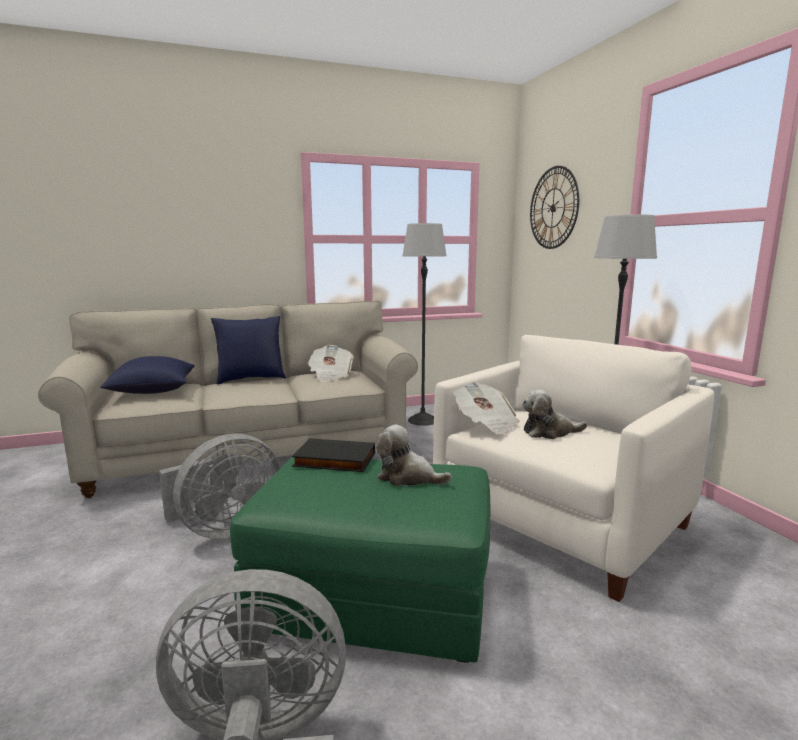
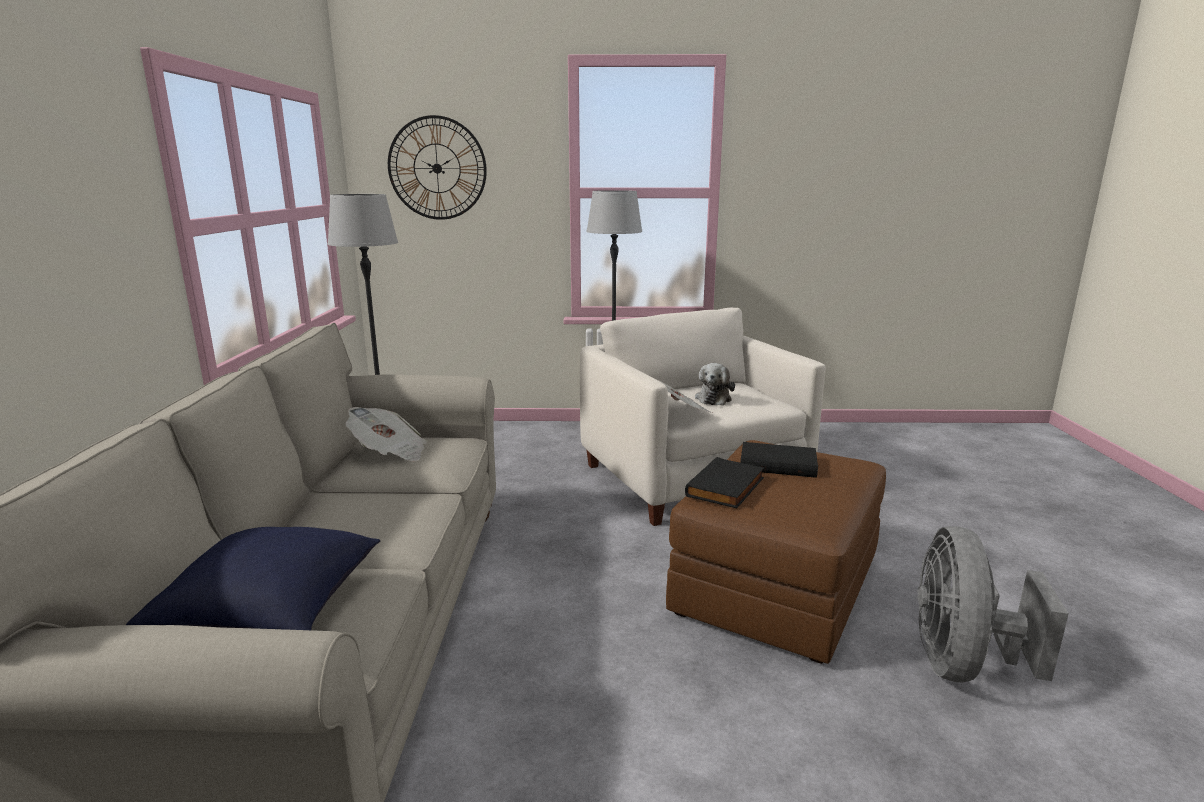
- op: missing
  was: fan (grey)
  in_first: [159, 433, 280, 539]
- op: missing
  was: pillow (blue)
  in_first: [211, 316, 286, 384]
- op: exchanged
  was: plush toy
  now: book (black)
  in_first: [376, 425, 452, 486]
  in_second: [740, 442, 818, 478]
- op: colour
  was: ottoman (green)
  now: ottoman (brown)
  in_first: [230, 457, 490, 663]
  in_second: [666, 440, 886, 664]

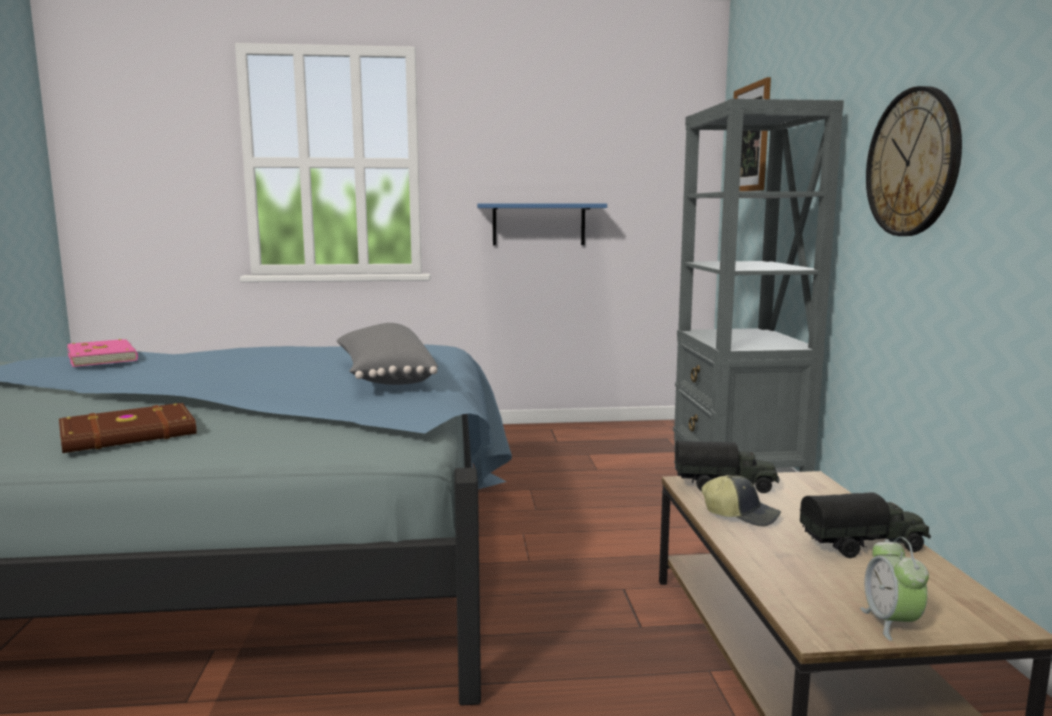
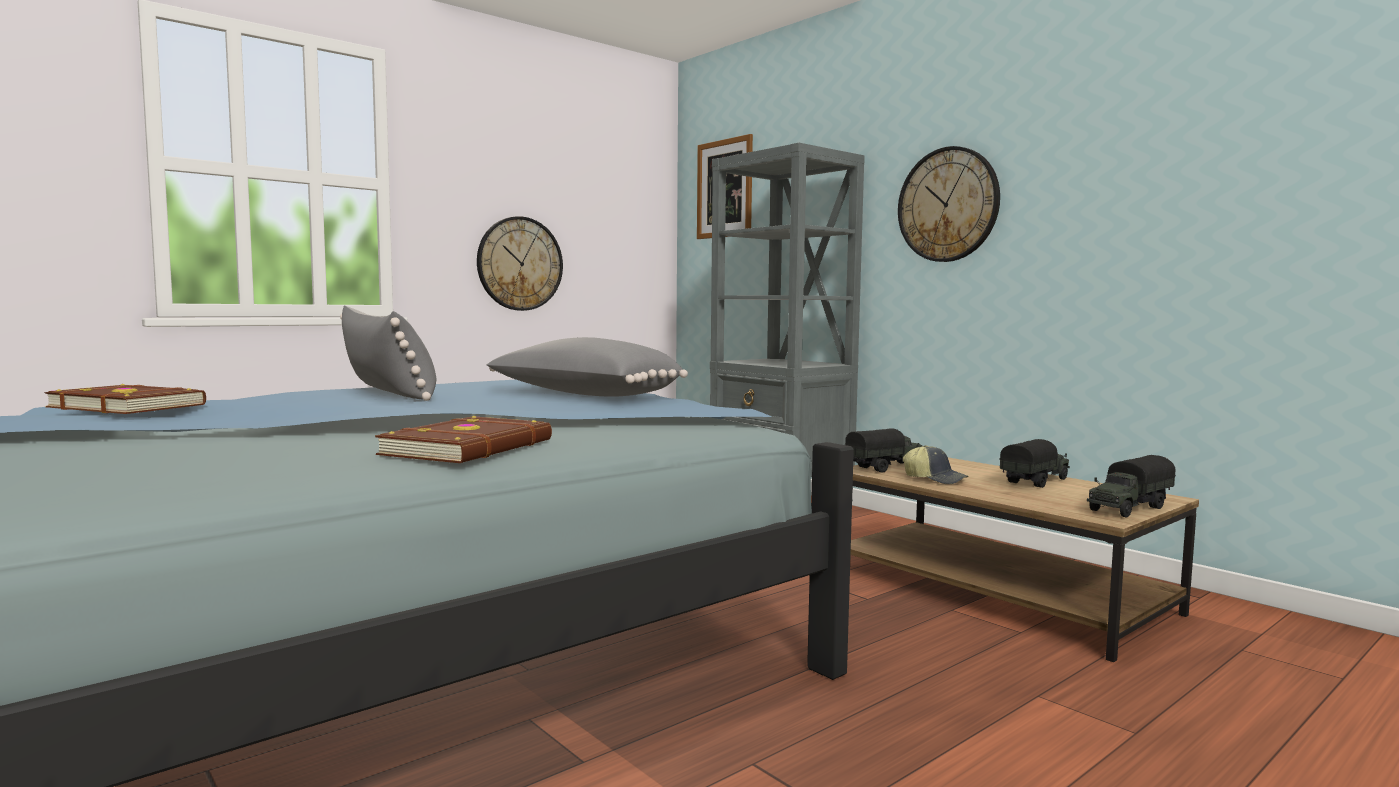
- op: appeared
  now: pillow (grey)
  in_second: [340, 305, 436, 401]
- op: exchanged
  was: shelf (blue)
  now: wall clock
  in_first: [477, 203, 607, 245]
  in_second: [477, 216, 563, 311]
- op: exchanged
  was: alarm clock
  now: toy truck
  in_first: [860, 537, 929, 641]
  in_second: [1087, 455, 1176, 518]
- op: colour
  was: book (pink)
  now: book (brown)
  in_first: [67, 339, 138, 367]
  in_second: [44, 384, 206, 414]
- op: spun
  was: cap
  in_first: [702, 475, 781, 526]
  in_second: [903, 445, 969, 484]
  clockwise: 45

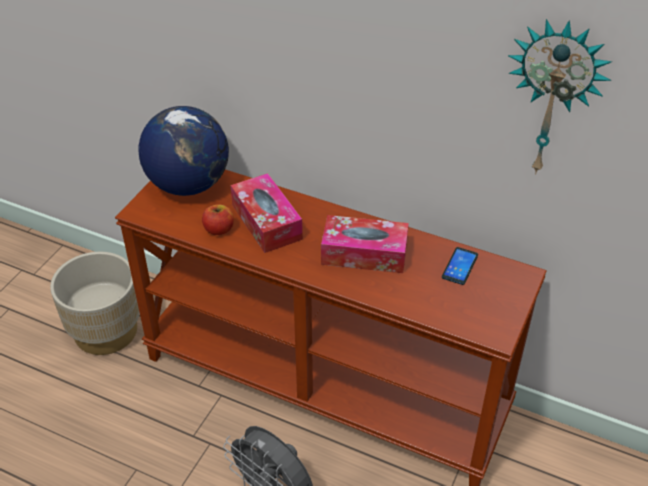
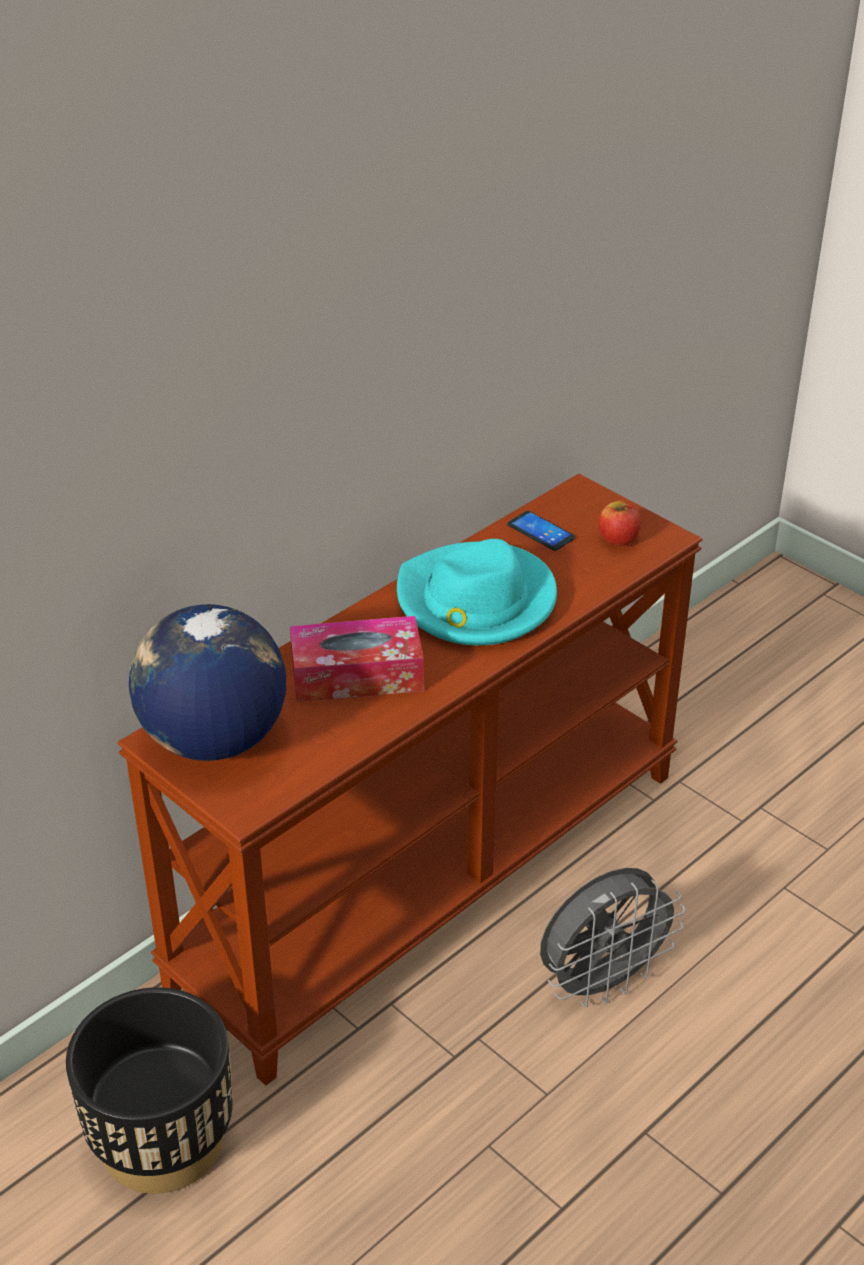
- op: missing
  was: wall clock
  in_first: [508, 19, 612, 174]
- op: relocated
  was: apple
  in_first: [202, 204, 234, 235]
  in_second: [599, 500, 641, 546]
- op: exchanged
  was: tissue box
  now: hat (turquoise)
  in_first: [321, 215, 409, 273]
  in_second: [397, 539, 557, 645]
- op: colour
  was: planter (beige)
  now: planter (black)
  in_first: [50, 252, 140, 355]
  in_second: [66, 987, 233, 1194]

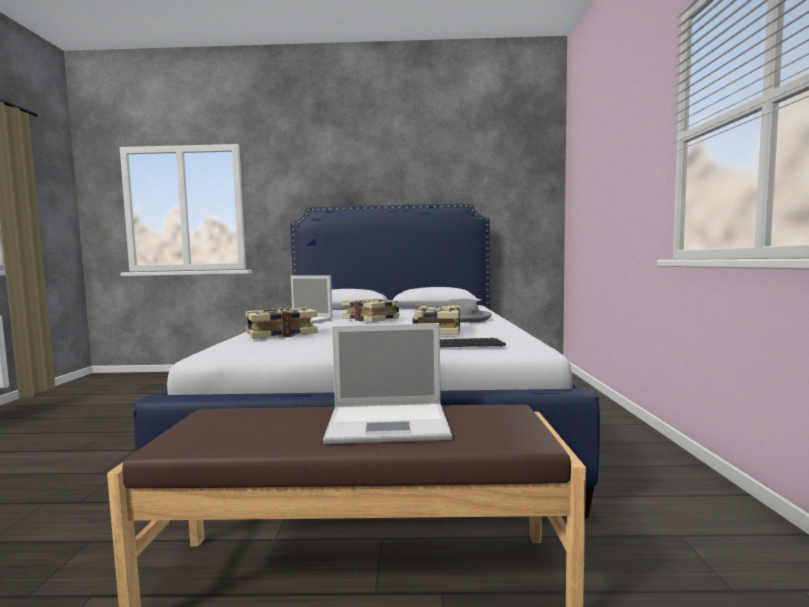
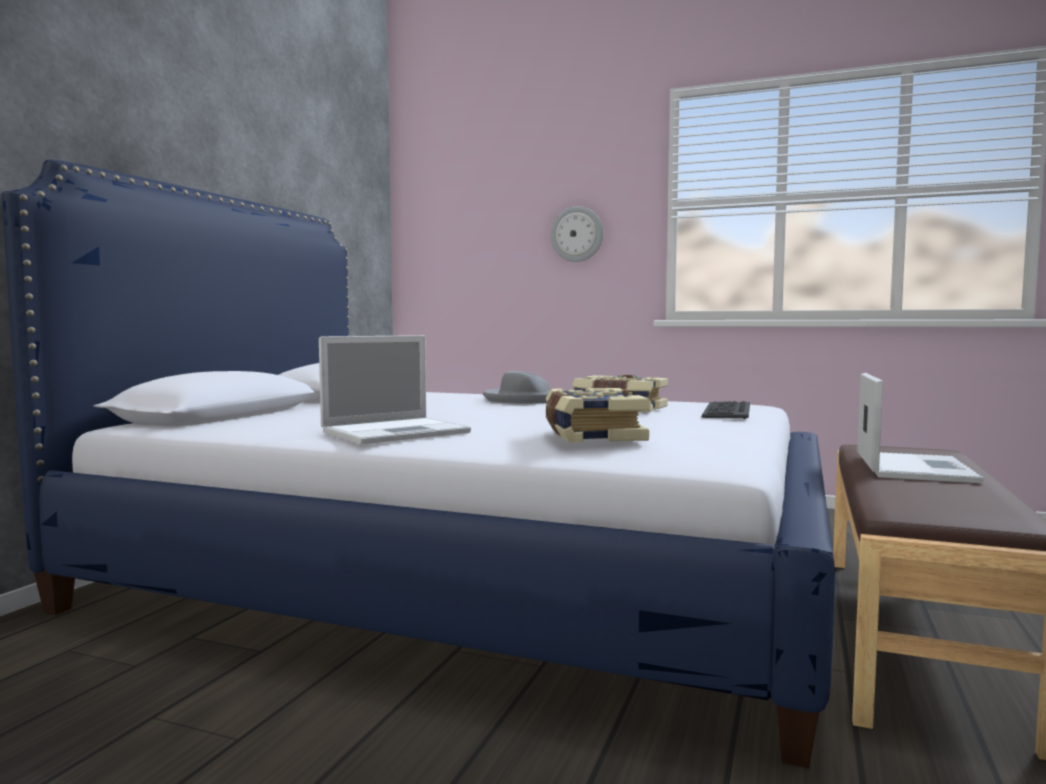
- op: missing
  was: book
  in_first: [342, 298, 400, 322]
- op: appeared
  now: wall clock
  in_second: [551, 206, 603, 262]

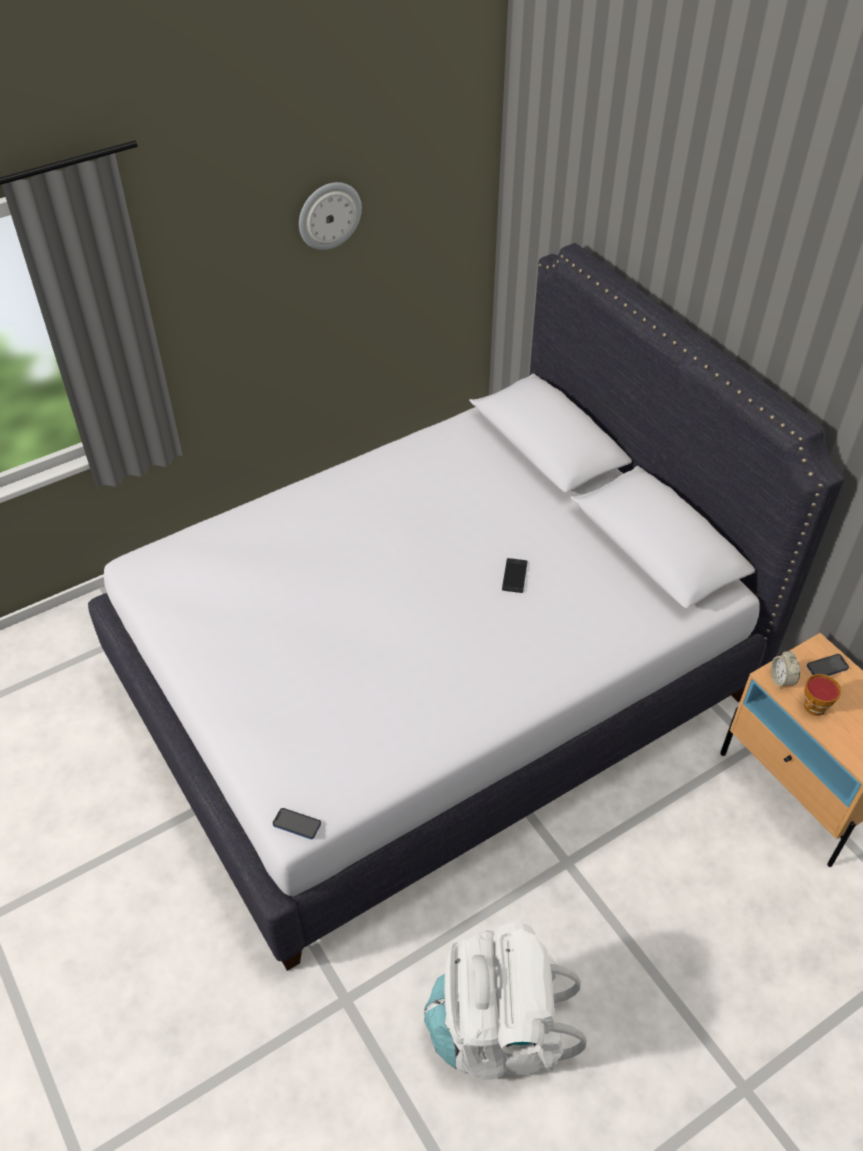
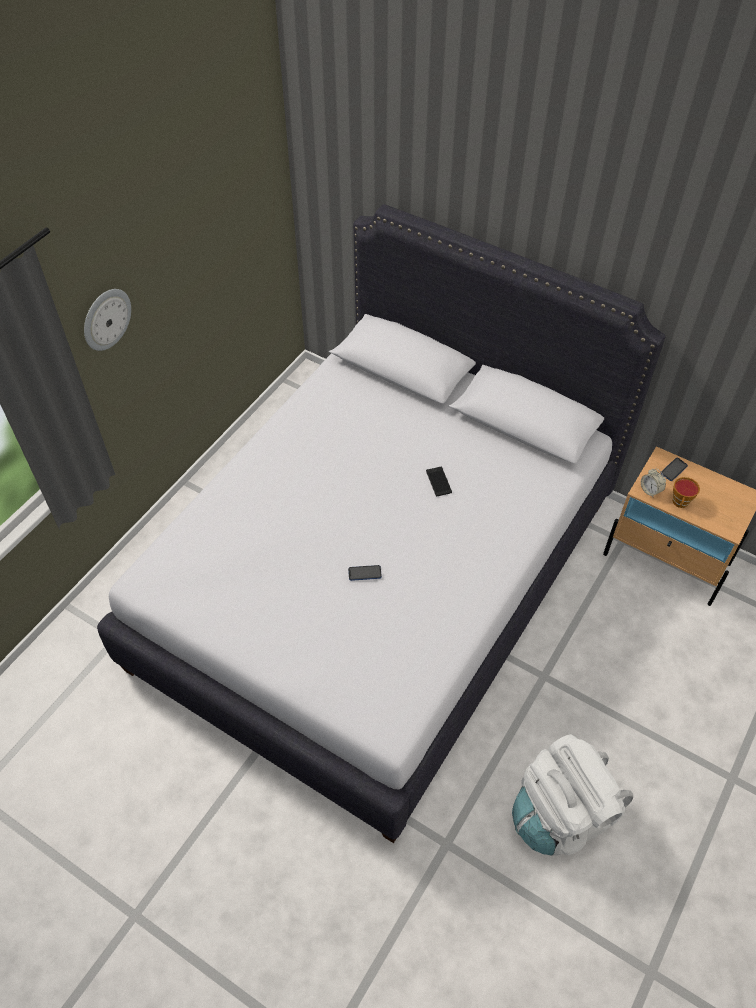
- op: relocated
  was: phone
  in_first: [273, 808, 321, 839]
  in_second: [348, 565, 382, 581]
- op: relocated
  was: wall clock
  in_first: [299, 182, 362, 250]
  in_second: [84, 289, 131, 351]

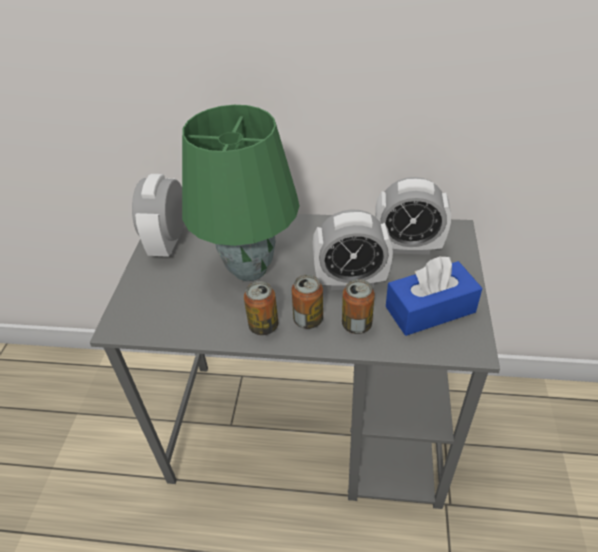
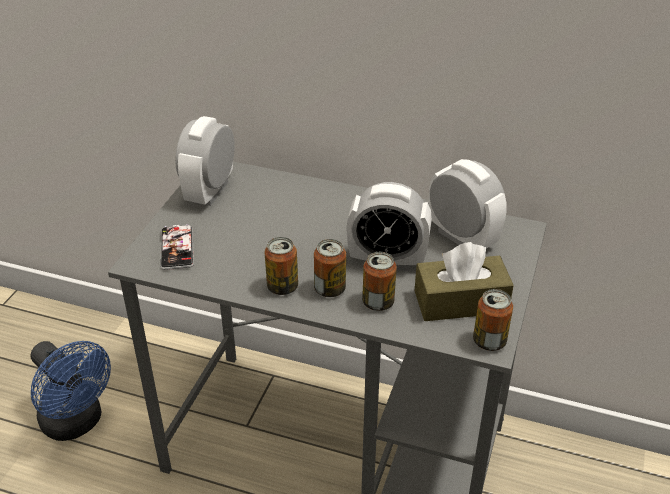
- op: missing
  was: table lamp (green)
  in_first: [182, 105, 299, 281]
- op: appeared
  now: fan (blue)
  in_second: [31, 341, 111, 441]
- op: appeared
  now: phone
  in_second: [160, 224, 194, 270]
- op: appeared
  now: can
  in_second: [473, 289, 513, 351]
- op: colour
  was: tissue box (blue)
  now: tissue box (brown)
  in_first: [386, 256, 483, 336]
  in_second: [415, 242, 514, 321]
- op: spun
  was: alarm clock
  in_first: [375, 177, 451, 255]
  in_second: [429, 159, 507, 249]
  clockwise: -150

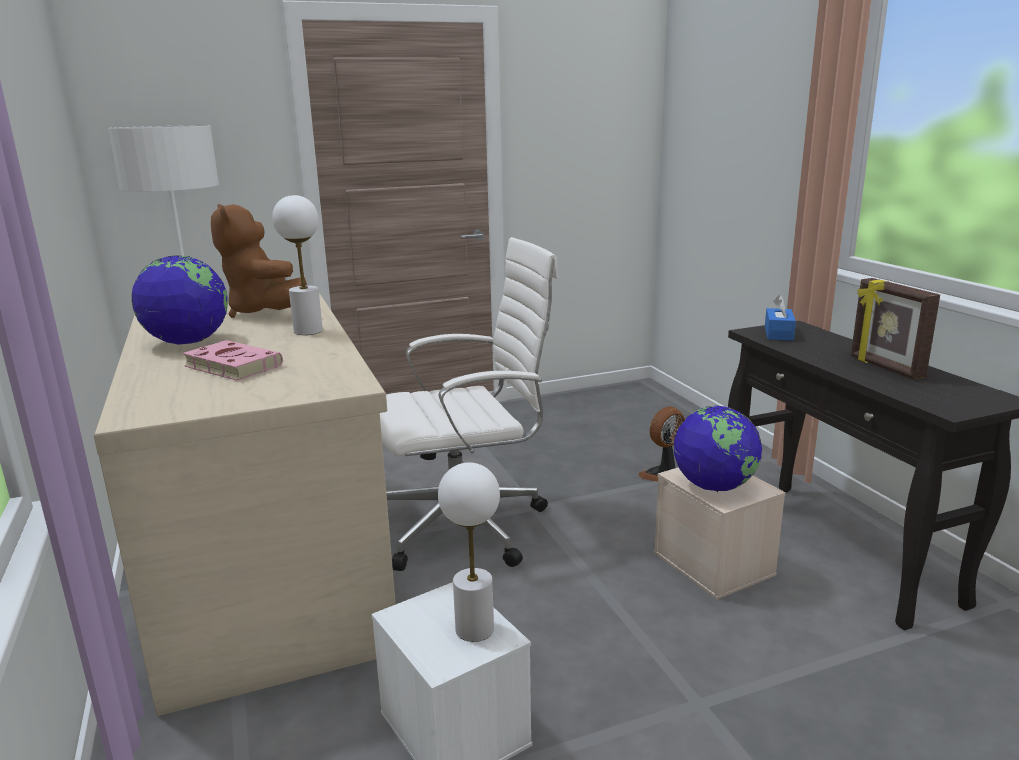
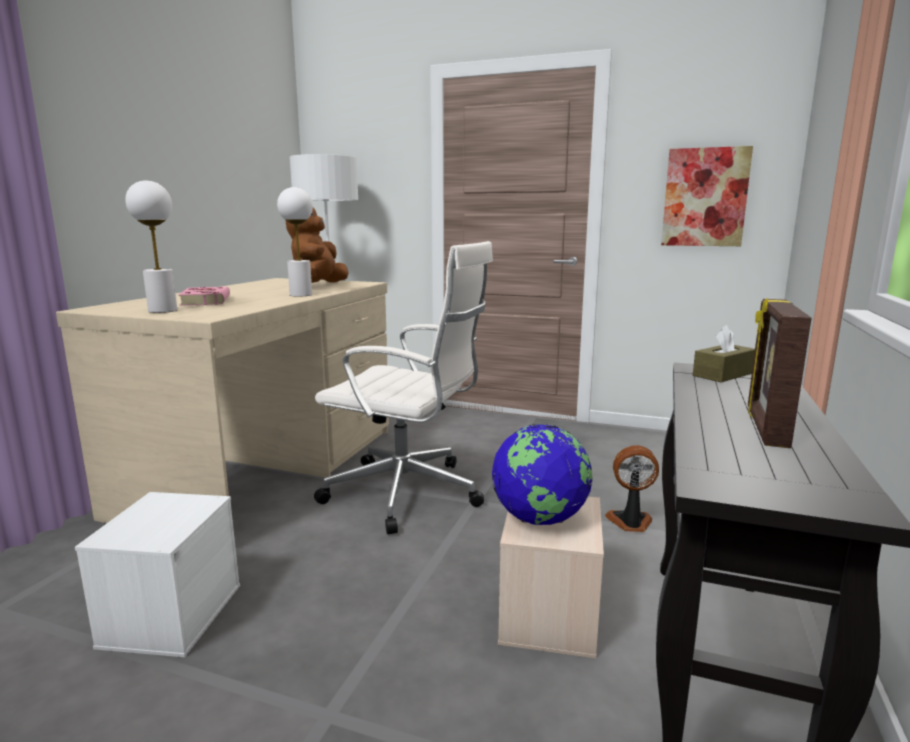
- op: missing
  was: globe
  in_first: [132, 255, 228, 345]
- op: appeared
  now: picture
  in_second: [661, 146, 753, 246]
- op: relocated
  was: table lamp (white)
  in_first: [438, 462, 500, 642]
  in_second: [125, 180, 177, 313]
- op: colour
  was: tissue box (blue)
  now: tissue box (brown)
  in_first: [765, 295, 796, 341]
  in_second: [693, 325, 755, 382]

